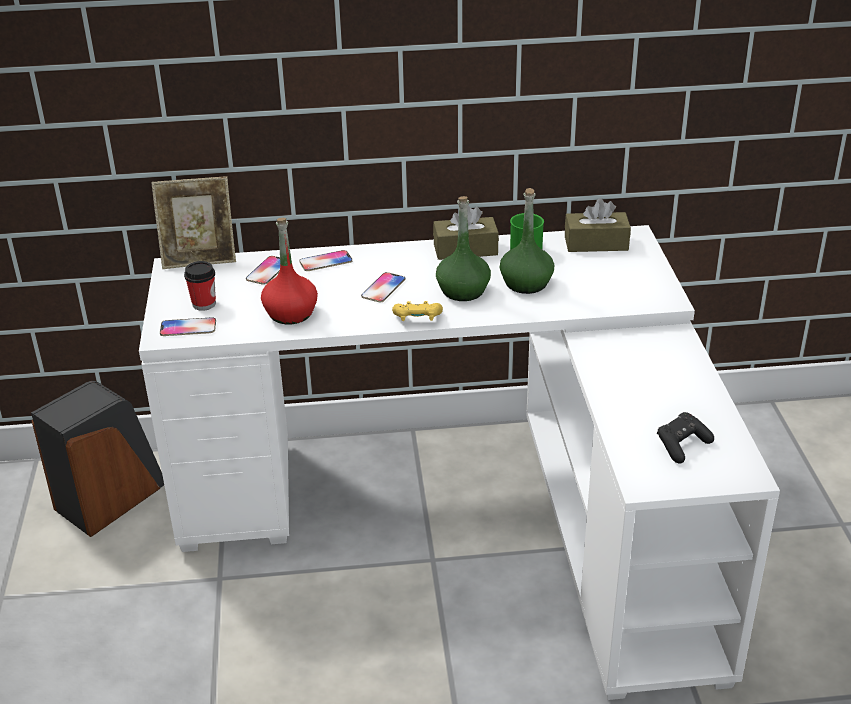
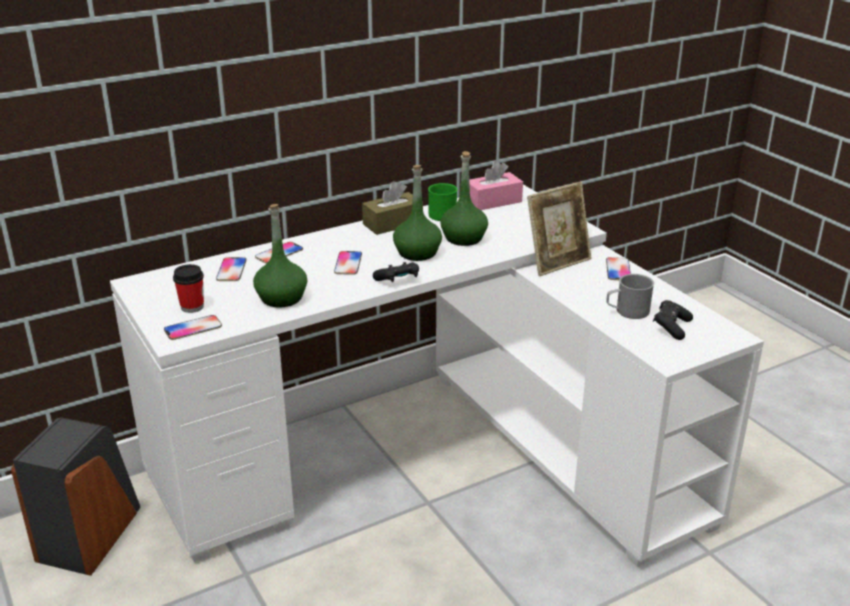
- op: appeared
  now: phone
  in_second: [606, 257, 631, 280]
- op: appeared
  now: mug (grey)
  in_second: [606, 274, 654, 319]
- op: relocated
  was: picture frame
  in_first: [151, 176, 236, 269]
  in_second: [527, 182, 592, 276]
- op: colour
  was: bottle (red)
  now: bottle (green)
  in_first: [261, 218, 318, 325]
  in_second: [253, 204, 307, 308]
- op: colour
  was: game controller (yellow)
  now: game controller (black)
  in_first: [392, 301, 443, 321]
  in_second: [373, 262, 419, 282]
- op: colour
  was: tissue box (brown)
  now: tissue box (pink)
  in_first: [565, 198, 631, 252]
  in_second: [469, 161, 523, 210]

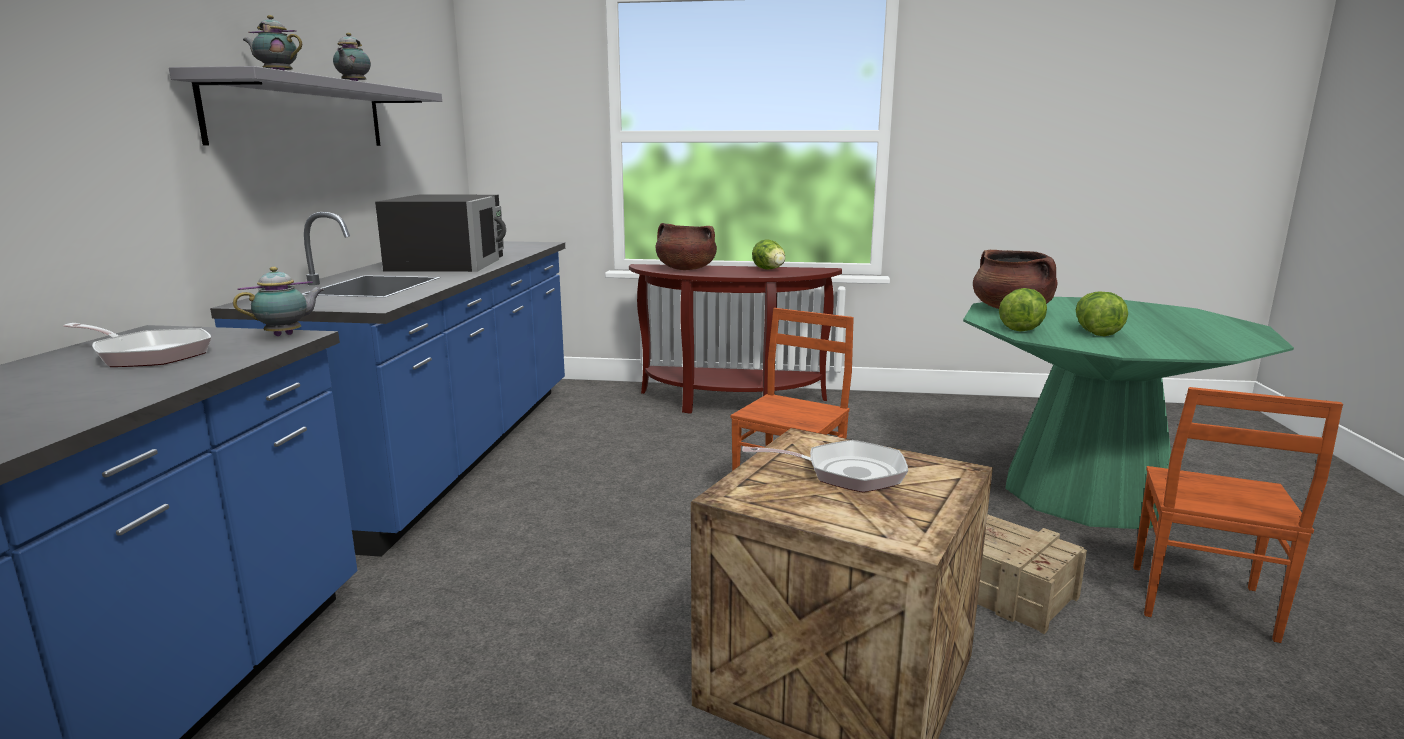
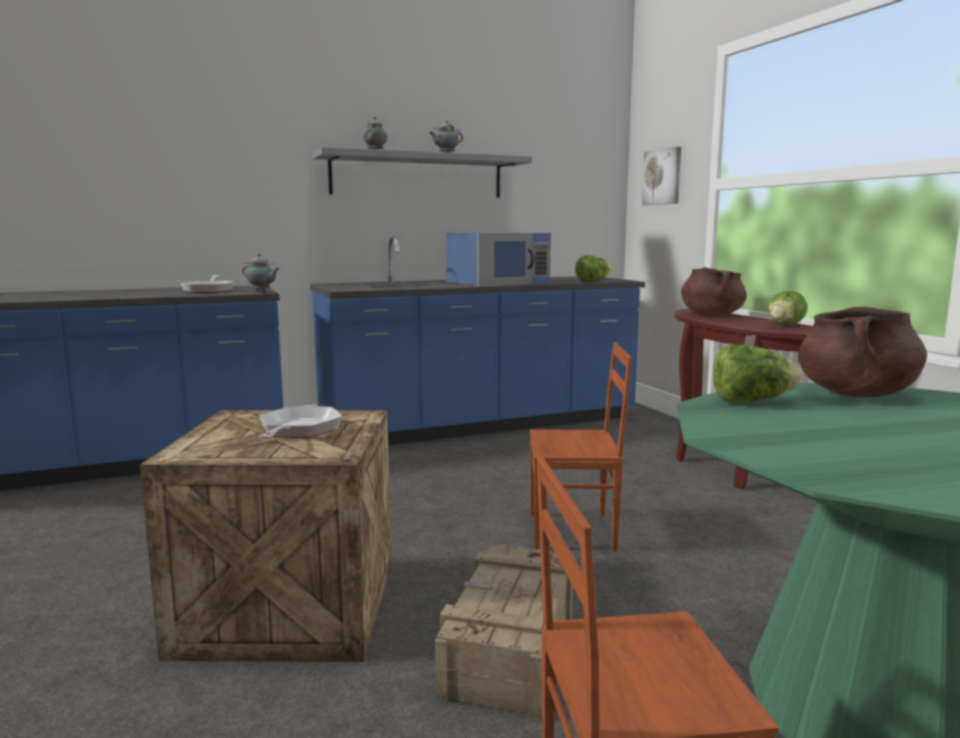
- op: appeared
  now: picture
  in_second: [642, 147, 681, 205]
- op: relocated
  was: lettuce
  in_first: [1076, 291, 1128, 336]
  in_second: [575, 255, 612, 282]
- op: colour
  was: microwave (black)
  now: microwave (blue)
  in_first: [375, 195, 506, 272]
  in_second: [446, 233, 551, 286]
- op: spun
  was: frying pan
  in_first: [742, 440, 908, 492]
  in_second: [259, 406, 342, 439]
  clockwise: -150

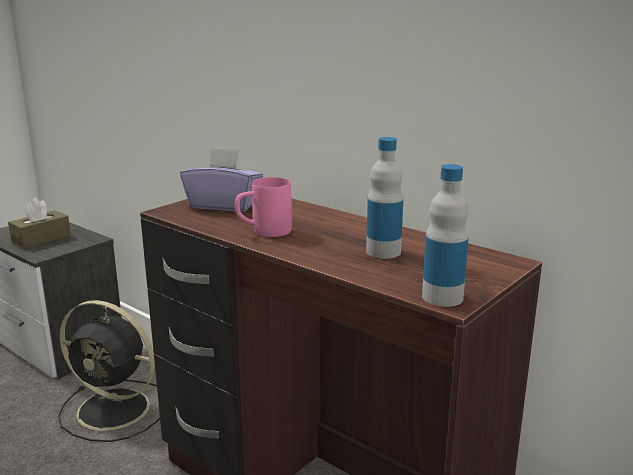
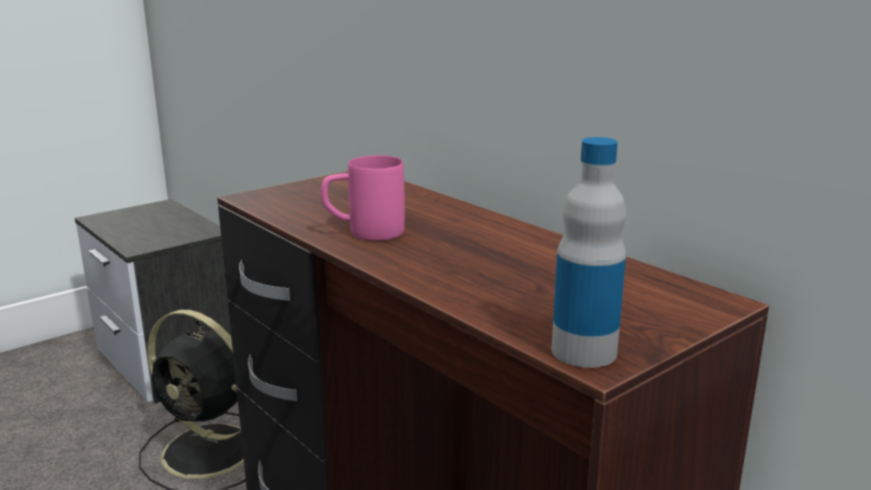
- op: missing
  was: tissue box (brown)
  in_first: [8, 198, 71, 249]
- op: missing
  was: tissue box (purple)
  in_first: [180, 147, 263, 212]
- op: missing
  was: bottle
  in_first: [366, 137, 404, 259]

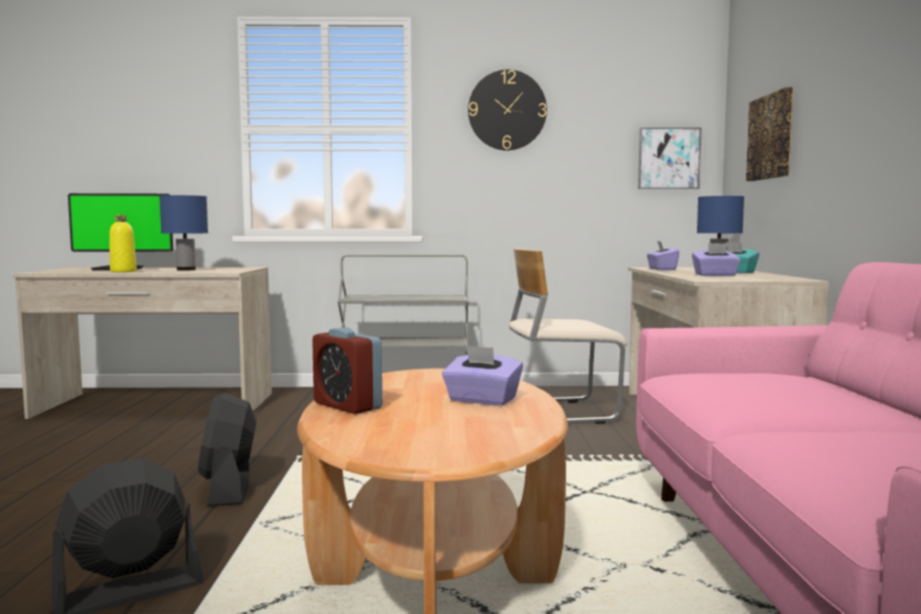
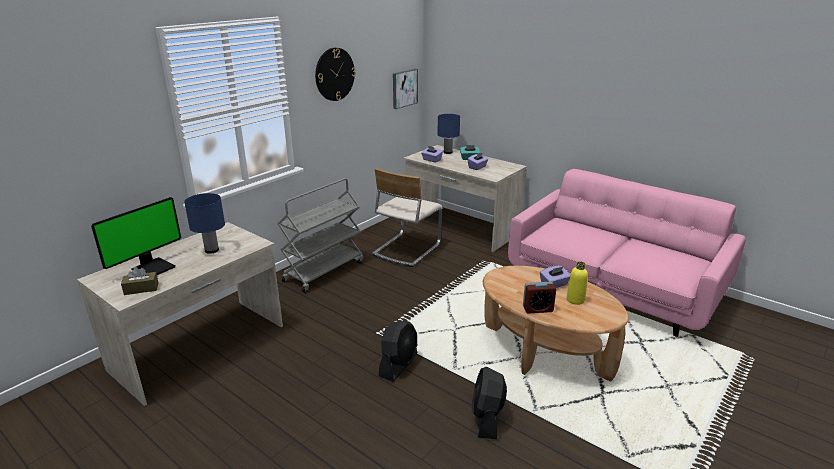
- op: missing
  was: picture
  in_first: [746, 87, 793, 181]
- op: appeared
  now: tissue box (brown)
  in_second: [121, 267, 159, 295]
- op: relocated
  was: bottle (yellow)
  in_first: [109, 215, 137, 272]
  in_second: [566, 261, 588, 305]
- op: spun
  was: fan (black)
  in_first: [198, 392, 257, 506]
  in_second: [379, 321, 417, 382]
  clockwise: -90

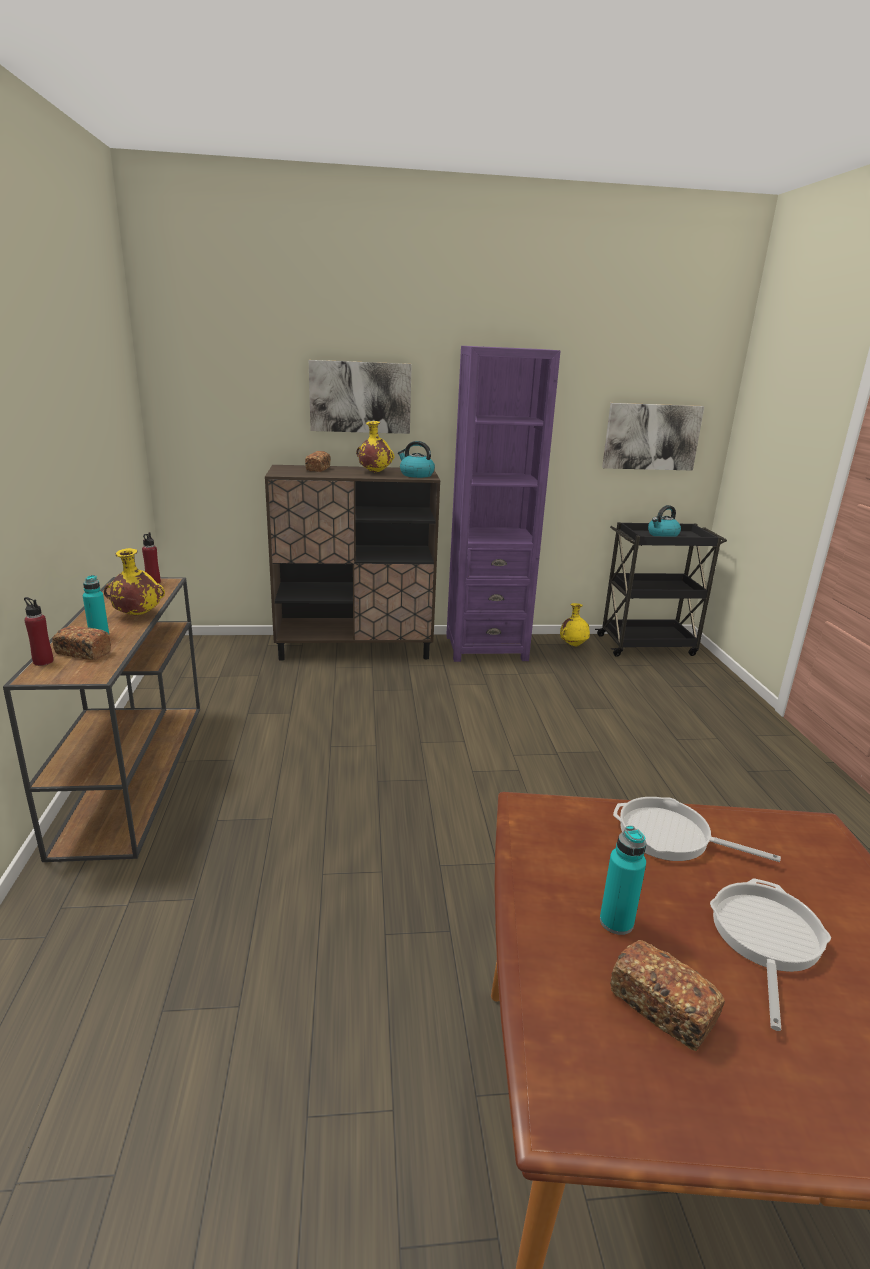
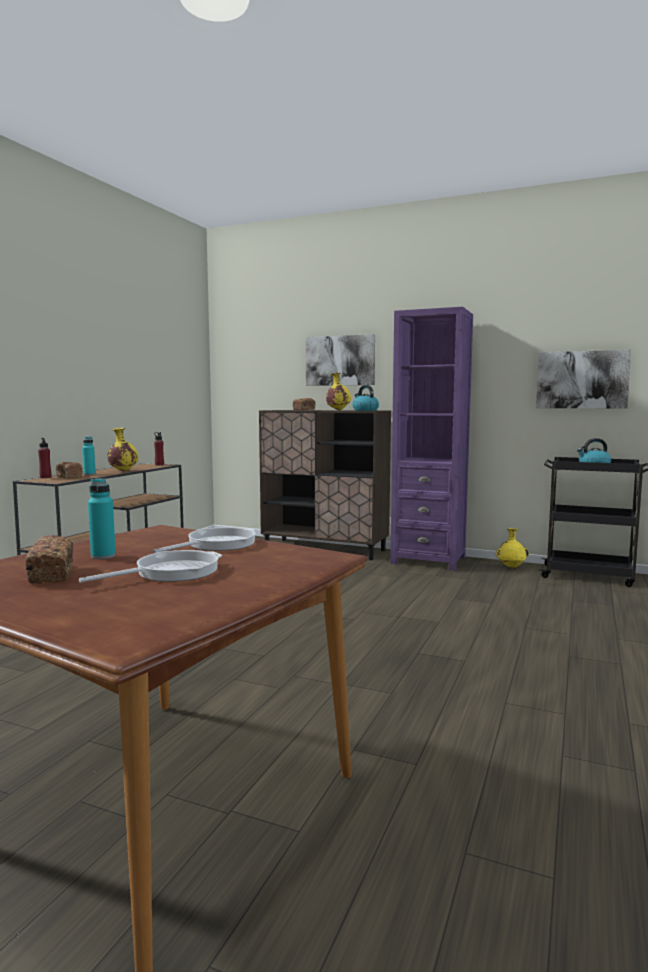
- op: spun
  was: frying pan
  in_first: [613, 797, 781, 862]
  in_second: [153, 527, 256, 553]
  clockwise: 75

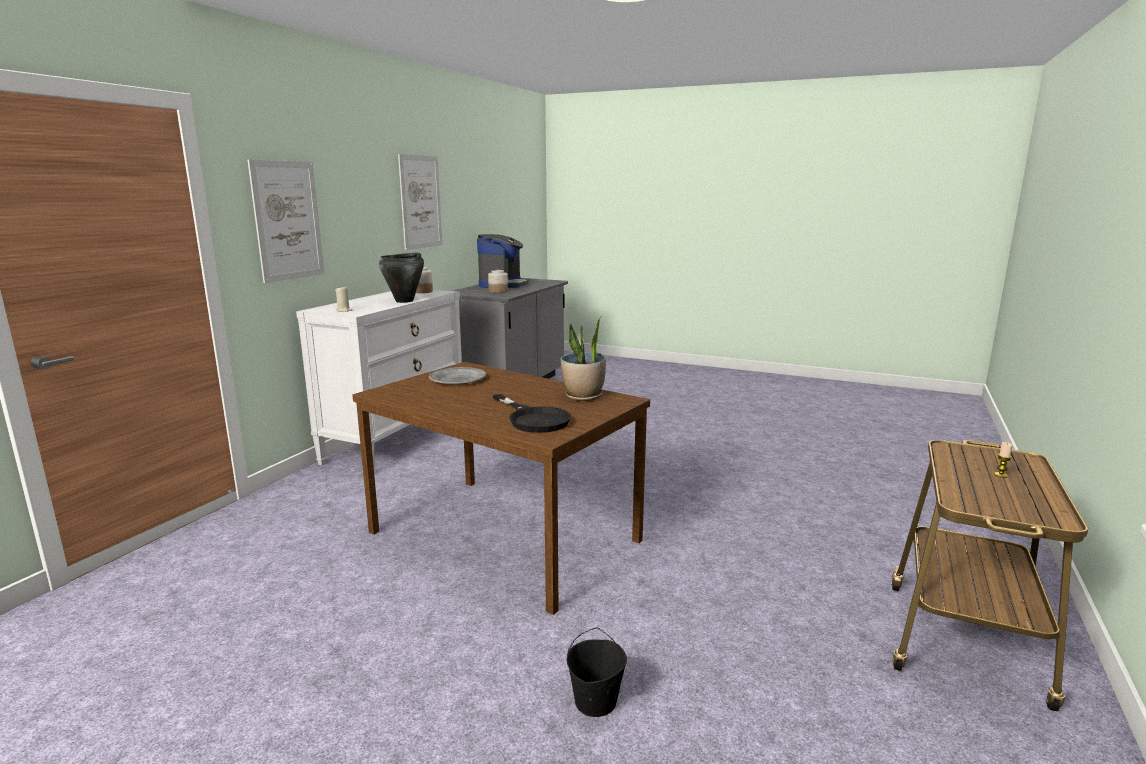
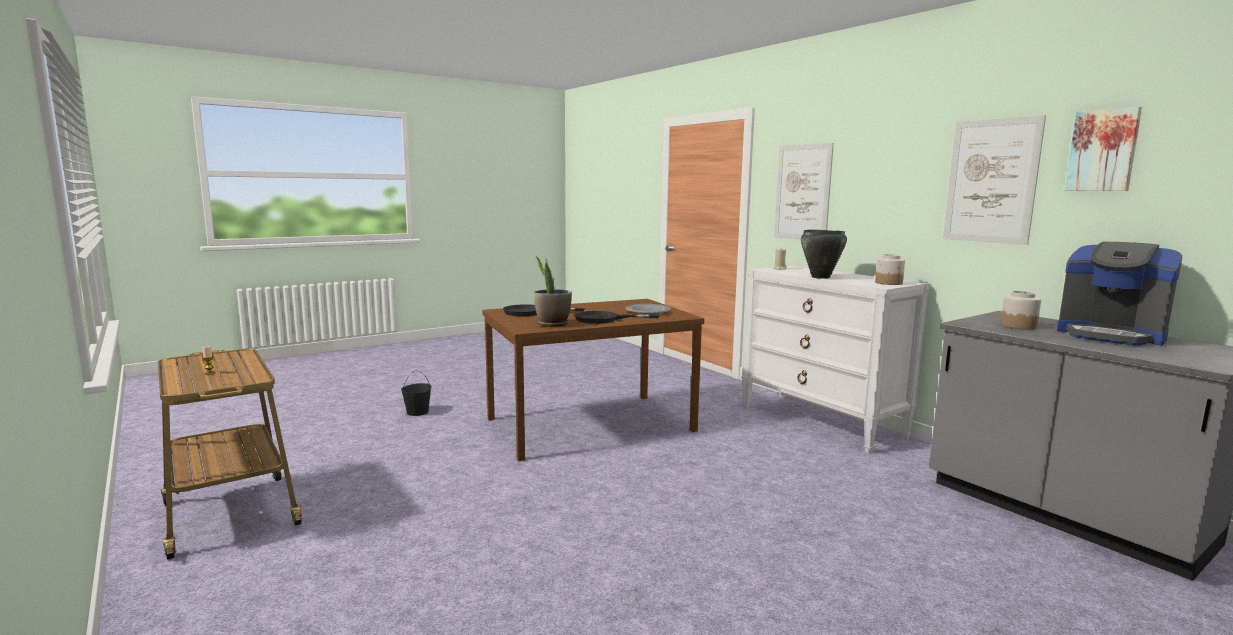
- op: appeared
  now: frying pan (black)
  in_second: [575, 311, 660, 324]
- op: appeared
  now: picture
  in_second: [1065, 107, 1142, 191]

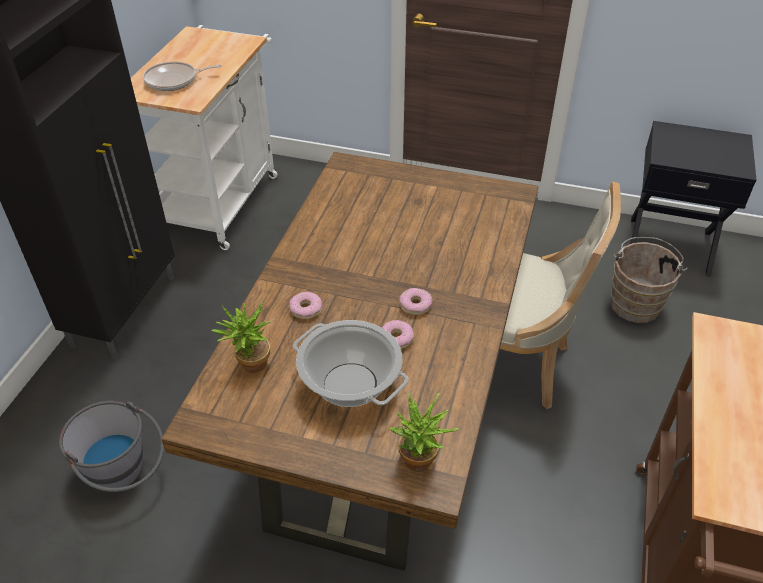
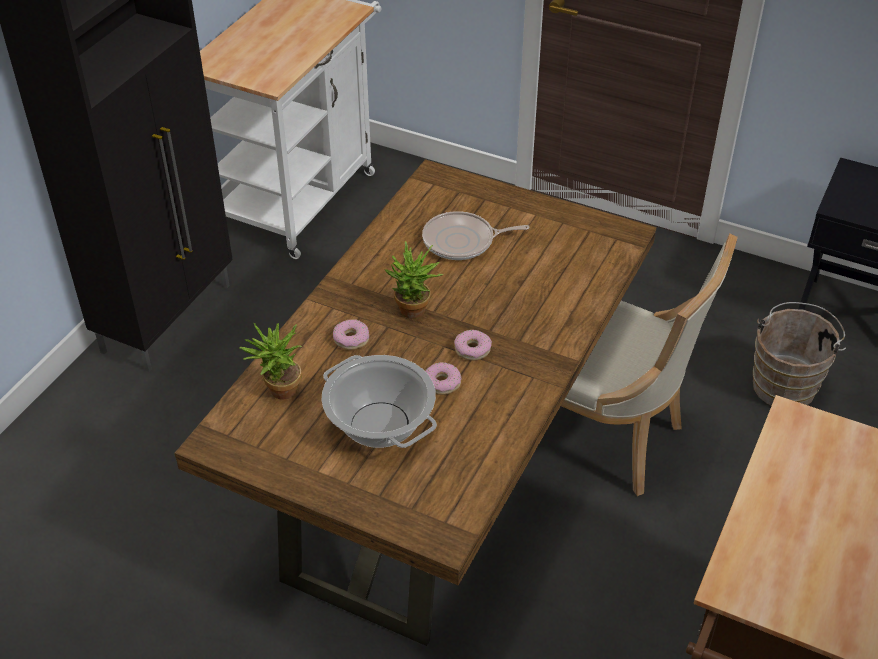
- op: missing
  was: bucket (grey)
  in_first: [59, 401, 164, 492]
- op: relocated
  was: frying pan
  in_first: [143, 61, 222, 91]
  in_second: [422, 211, 529, 260]
- op: relocated
  was: potted plant
  in_first: [389, 393, 459, 472]
  in_second: [385, 241, 443, 319]

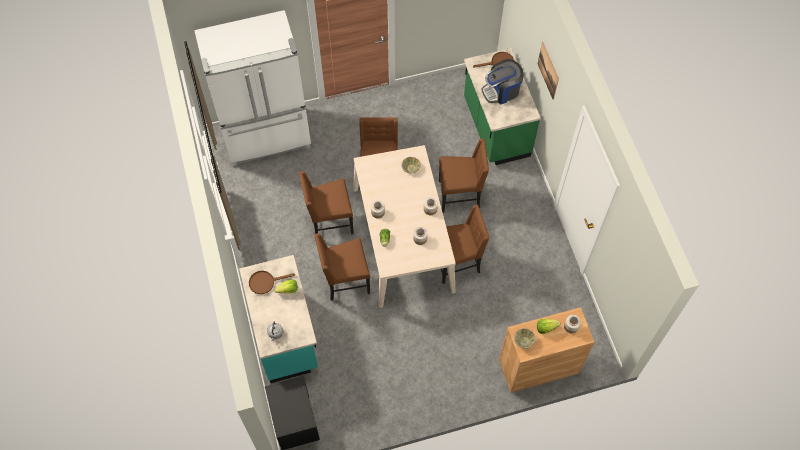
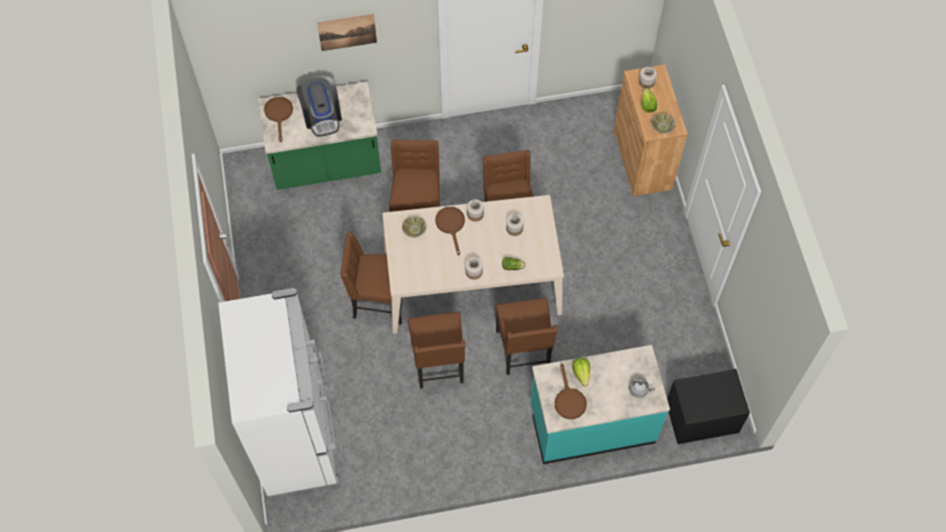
- op: appeared
  now: frying pan (brown)
  in_second: [435, 207, 465, 255]

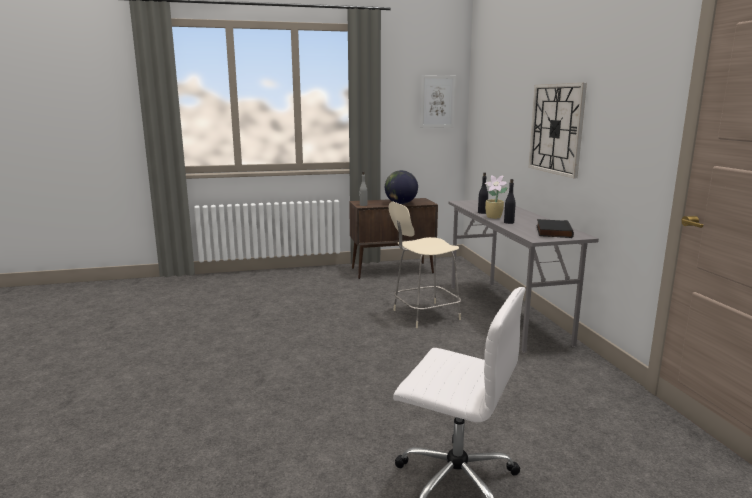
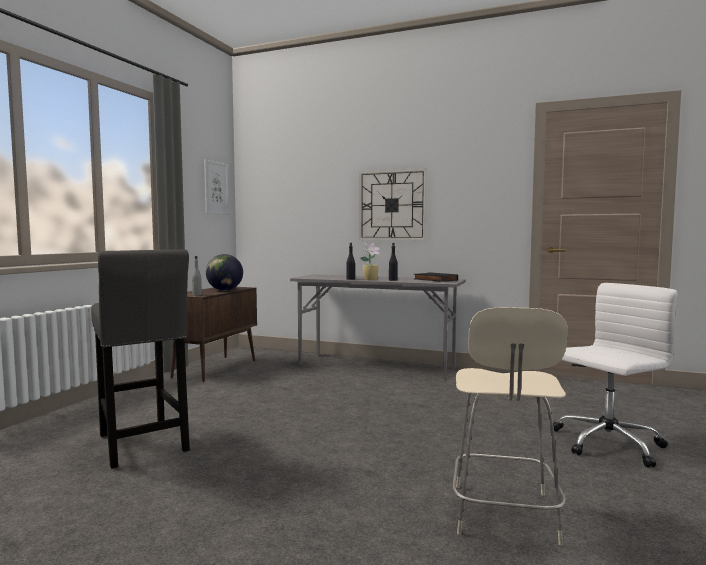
- op: appeared
  now: stool (grey)
  in_second: [91, 250, 190, 469]
- op: relocated
  was: chair (beige)
  in_first: [389, 202, 461, 328]
  in_second: [452, 307, 568, 545]

